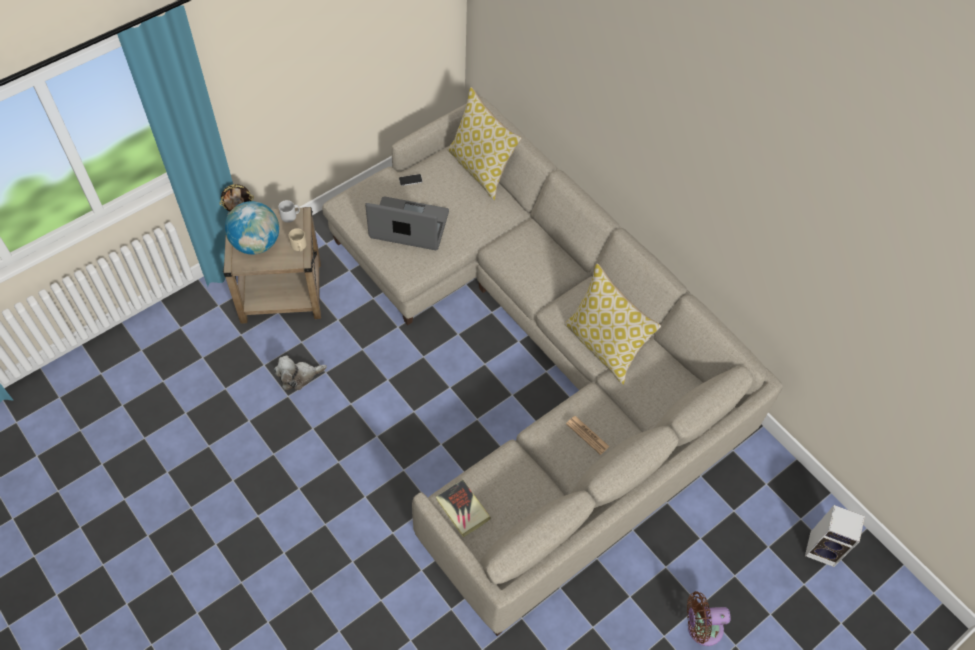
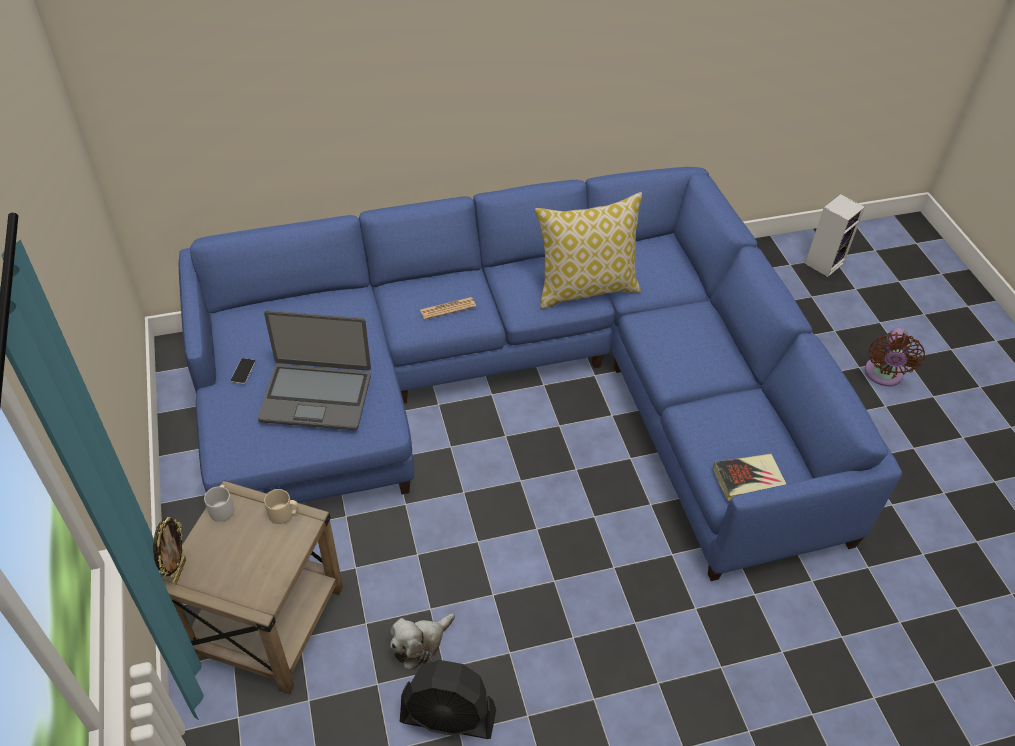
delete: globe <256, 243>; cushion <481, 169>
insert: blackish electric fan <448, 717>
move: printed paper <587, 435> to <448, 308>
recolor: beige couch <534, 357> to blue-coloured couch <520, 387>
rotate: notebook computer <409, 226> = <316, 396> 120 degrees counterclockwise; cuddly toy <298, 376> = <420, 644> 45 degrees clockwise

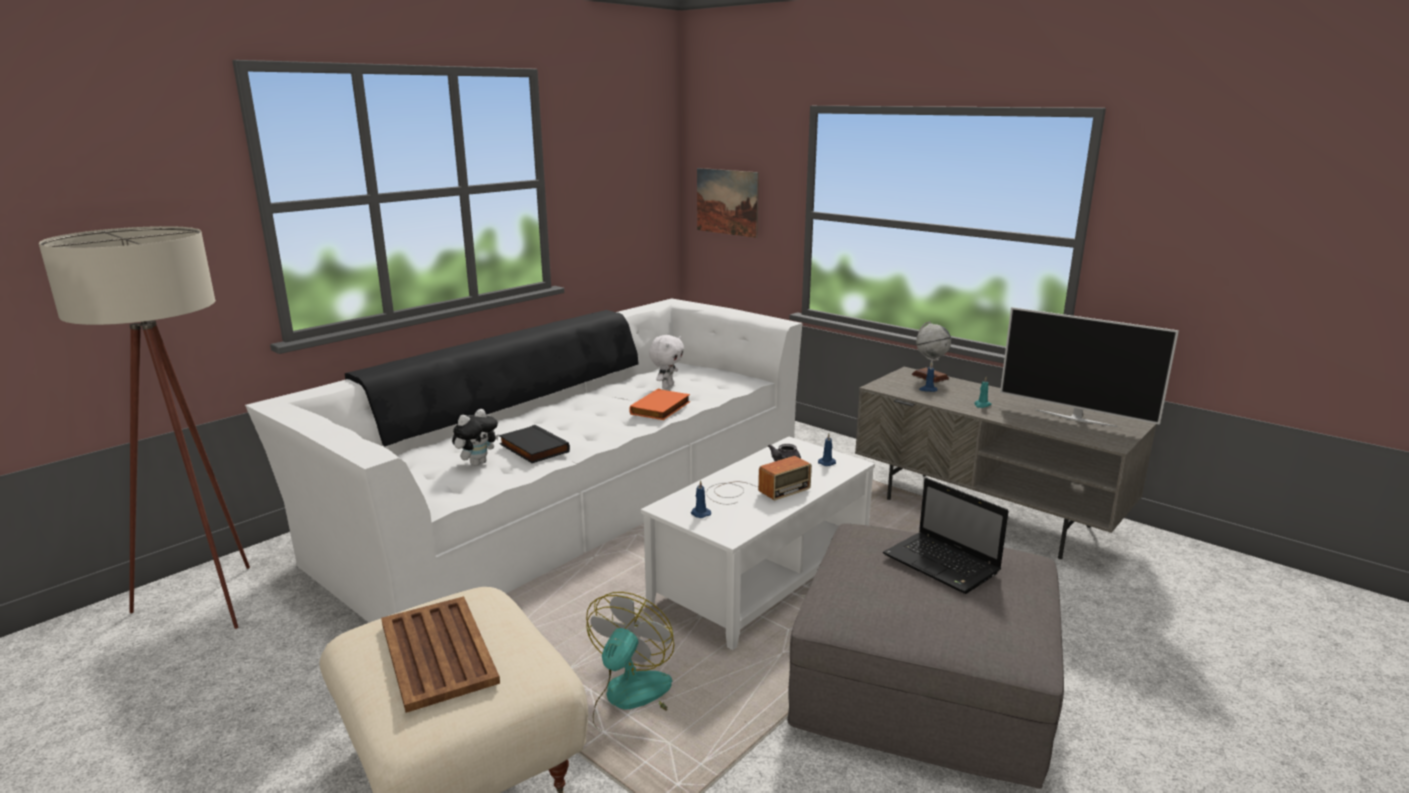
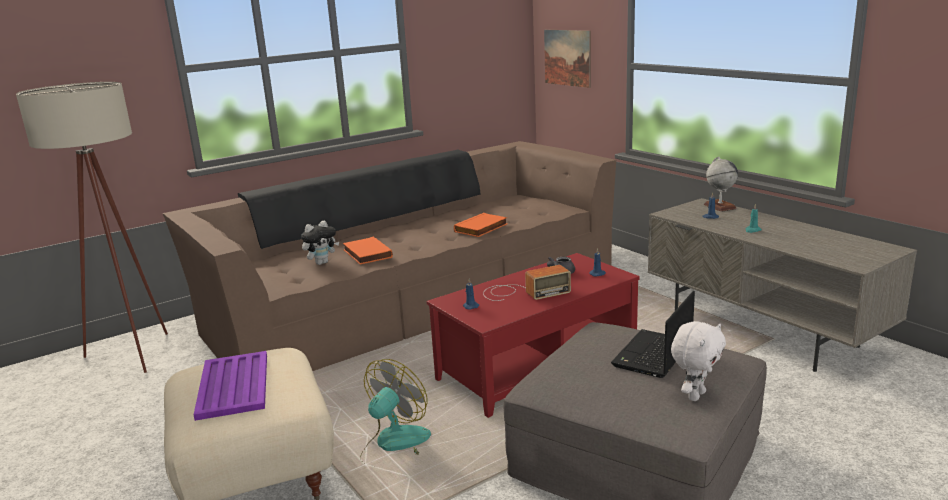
delete: TV set <1075, 418>
move: whitish cuddly toy <667, 386> to <695, 395>
recolor: whitish couch <571, 493> to brown couch <412, 296>; brown serving tray <438, 651> to purplish serving tray <234, 385>; blackish volume <532, 448> to orange volume <366, 254>; whitish lounge table <760, 576> to red lounge table <536, 366>
rotate: notebook computer <943, 564> = <653, 356> 60 degrees clockwise

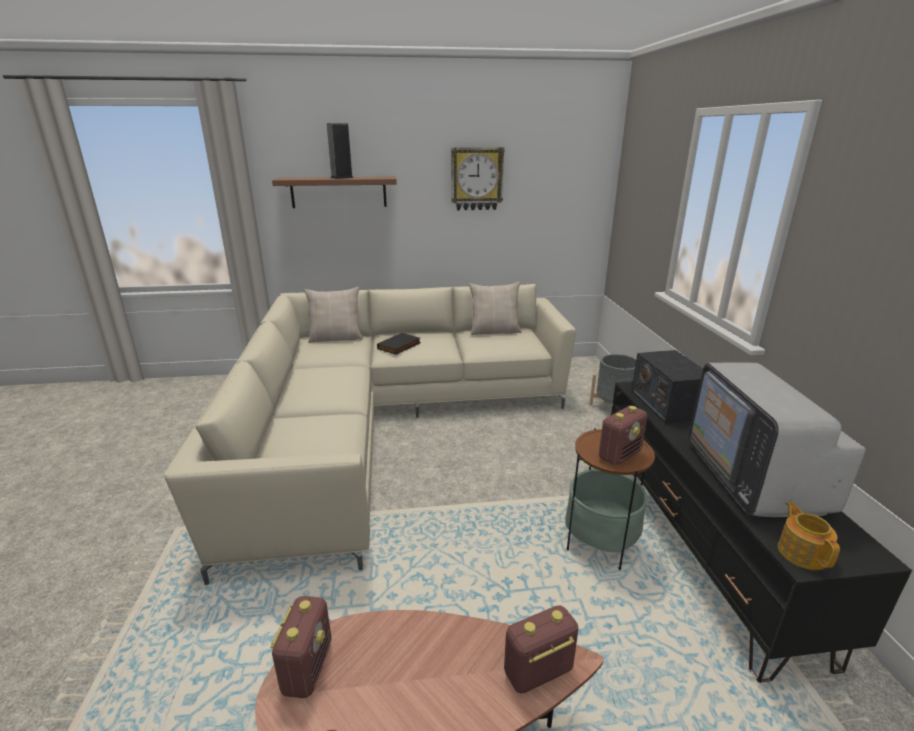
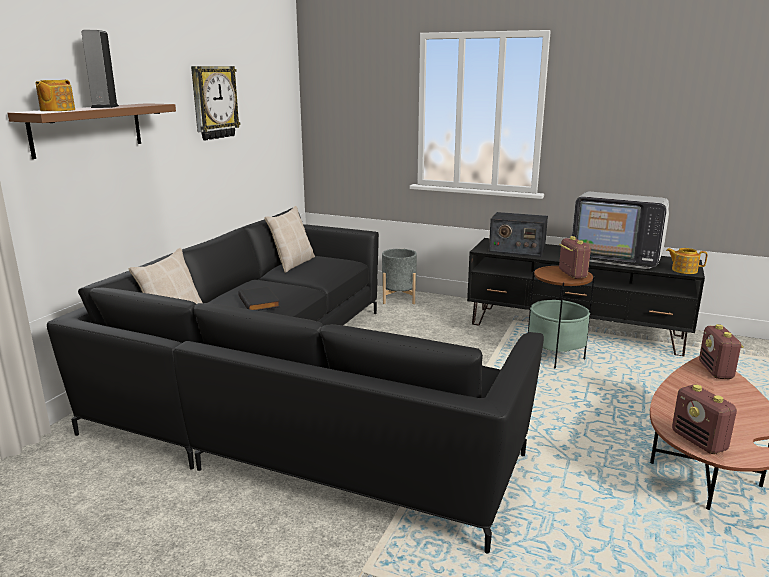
insert: pot for tea <57, 110>
recolor: beige couch <381, 424> to blackish couch <290, 395>
rotate: radio set <307, 667> = <699, 441> 150 degrees counterclockwise

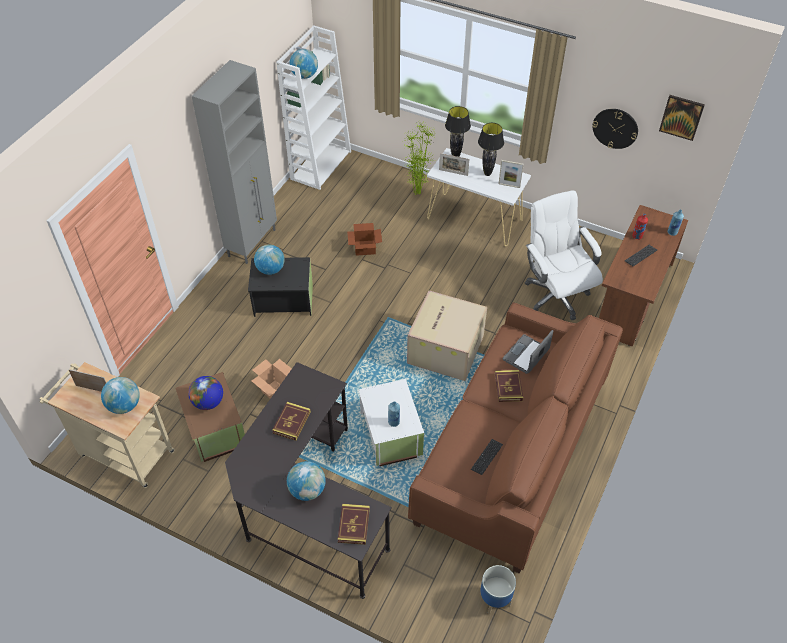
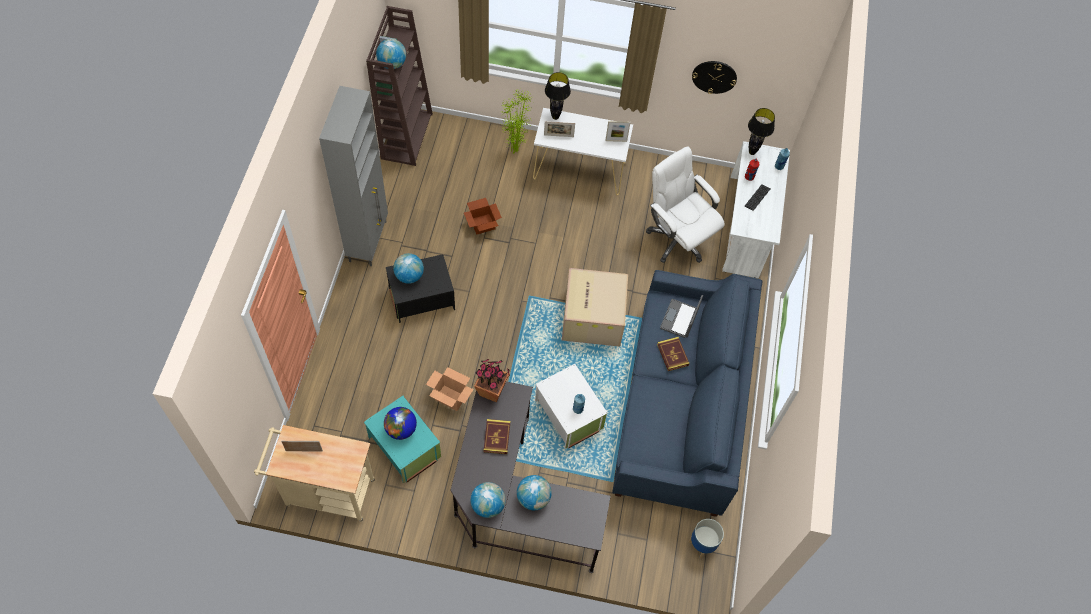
delete: volume <353, 525>; PC keyboard <486, 457>; wall picture <681, 117>
insert: potted plant <492, 391>
move: globe <124, 405> to <488, 505>; blackish tabletop lamp <487, 173> to <752, 152>
recolor: brown storage bin <214, 429> to blue-green storage bin <404, 448>; whitish shelving unit <320, 164> to brown shelving unit <406, 135>; brown couch <511, 452> to blue-coloured couch <680, 407>; brown desk <632, 298> to whitish desk <746, 227>

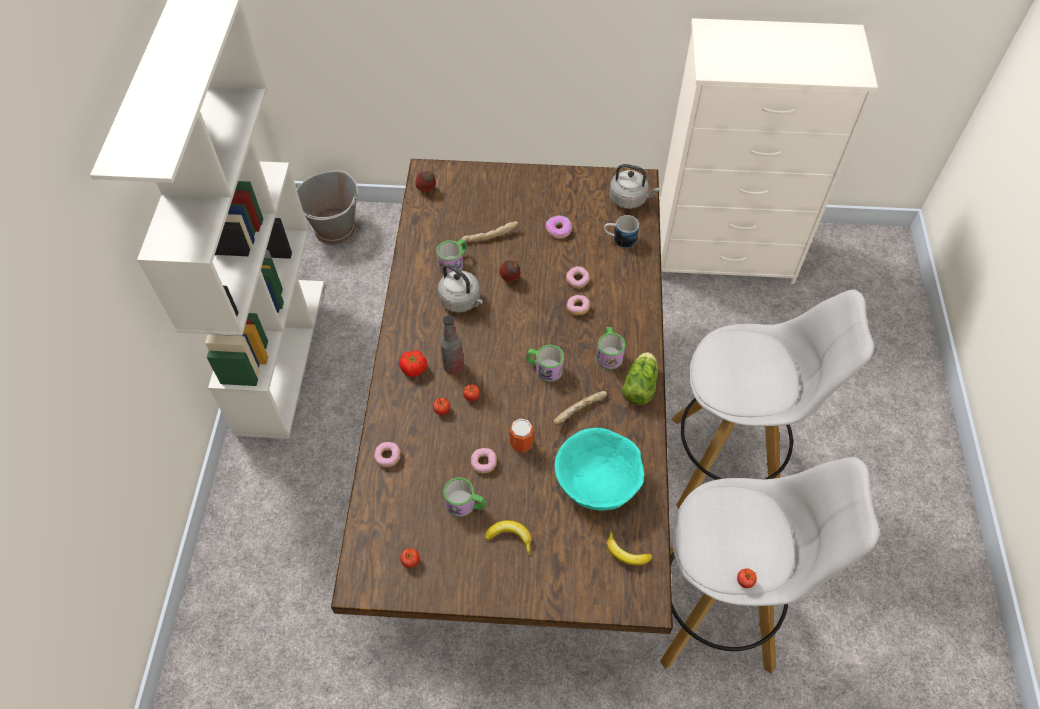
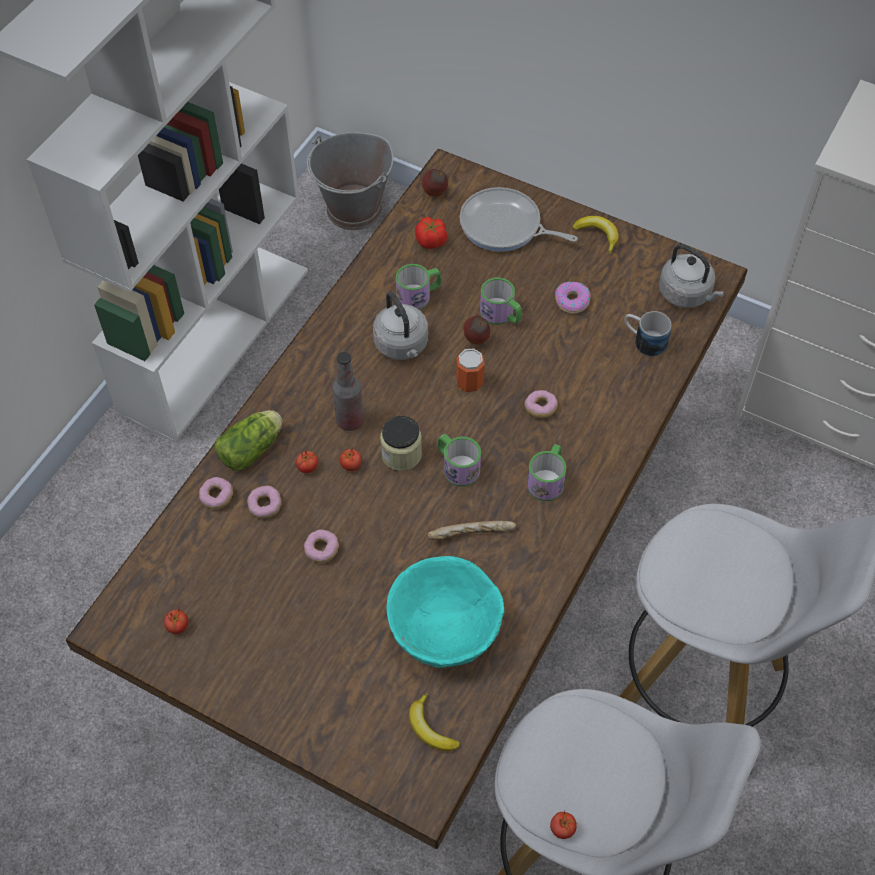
delete: bakery bread <490, 235>
insert: jar <401, 454>; skillet <504, 226>
move: head of lettuce <640, 384> to <253, 448>; ring doughnut <577, 281> to <265, 506>; fresh tomato <414, 369> to <431, 241>; sealed can <521, 443> to <469, 383>; coffee mug <465, 505> to <501, 315>; banana <510, 537> to <598, 235>

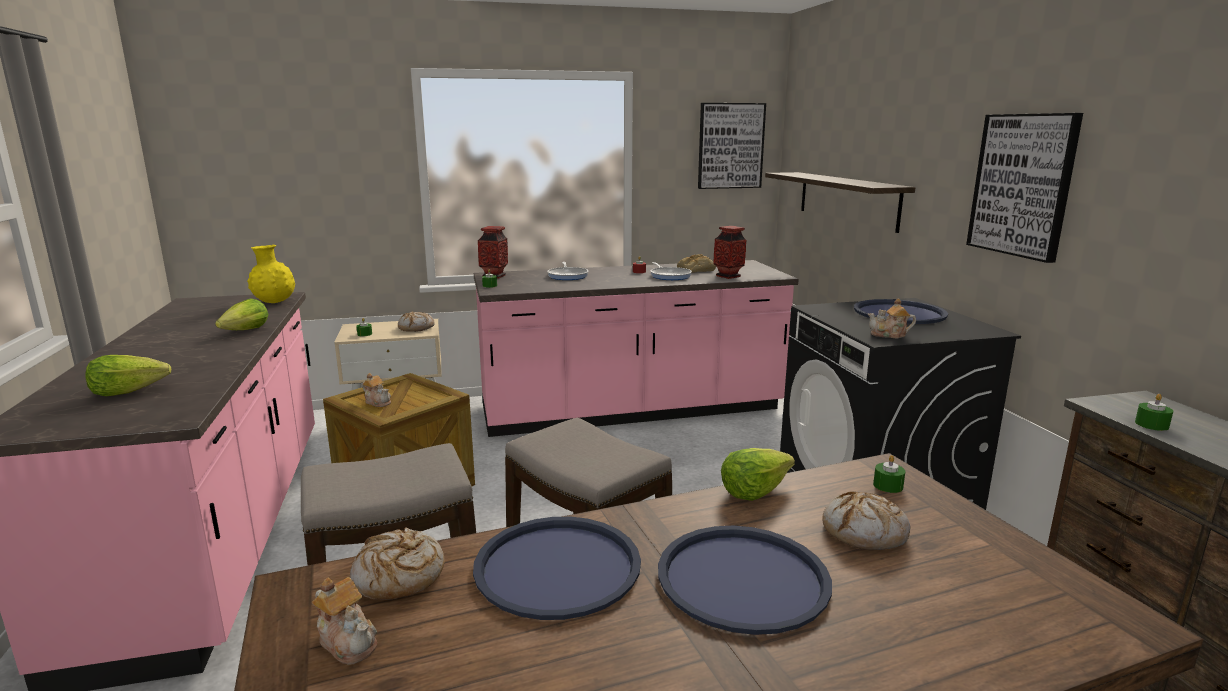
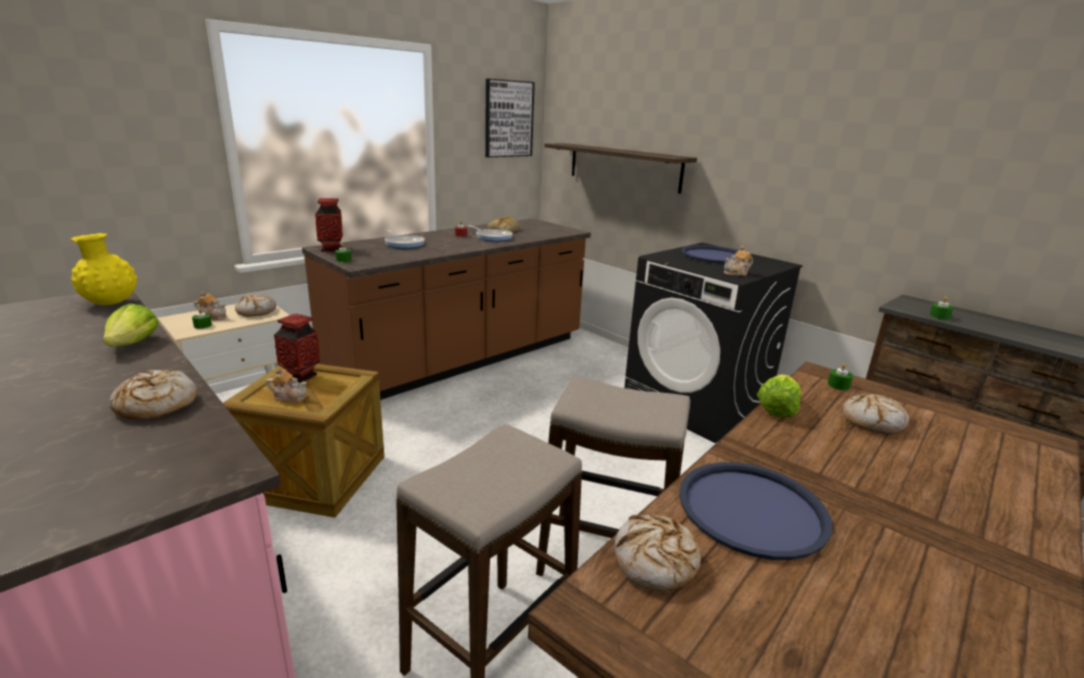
delete: head of lettuce <129, 391>; blue-coloured serving tray <742, 579>; wall picture <1022, 185>
insert: bakery bread <156, 405>
move: pot for tea <348, 641> to <213, 317>; vase <728, 276> to <301, 376>
recolor: pinkish kitchen base unit <631, 410> to brown kitchen base unit <461, 359>

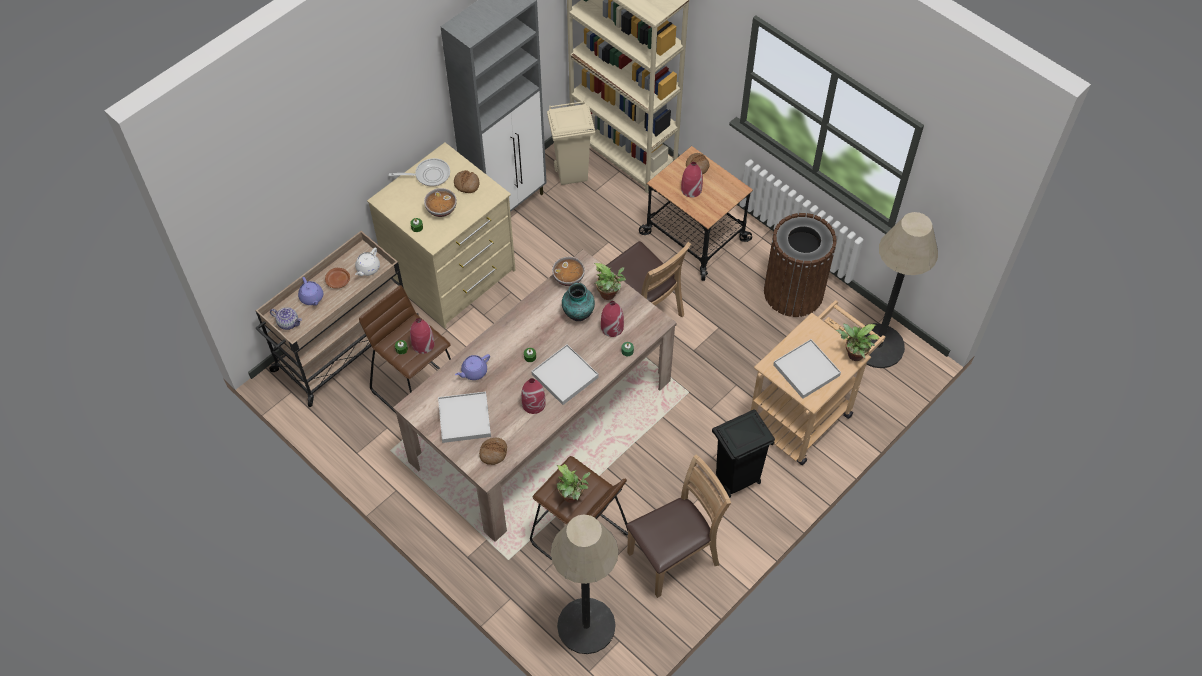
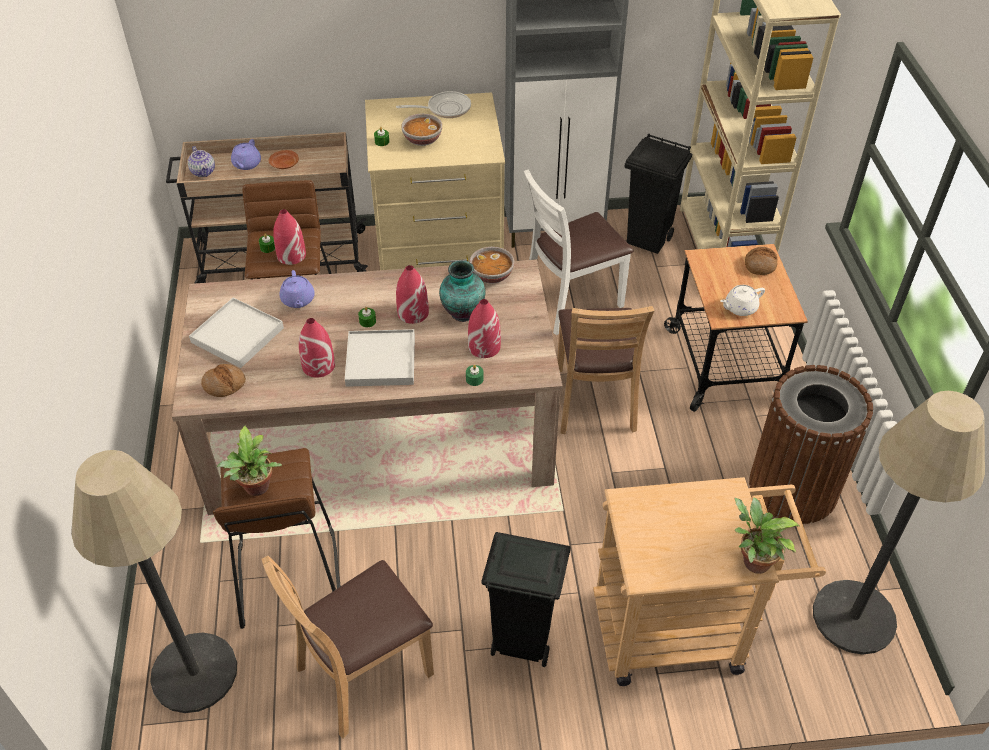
delete: bakery bread <466, 184>; potted plant <609, 295>; whitish serving tray <806, 370>
insert: whitish upright chair <571, 301>
move: red vase <691, 189> to <412, 312>; whitish pot for tea <368, 268> to <739, 308>
recolor: beige rubbish bin <572, 173> to blackish rubbish bin <648, 240>
rotate: brown upright chair <673, 557> = <363, 673> 135 degrees clockwise; purplish pot for tea <473, 372> = <298, 300> 105 degrees counterclockwise; skillet <429, 175> = <445, 109> 45 degrees counterclockwise

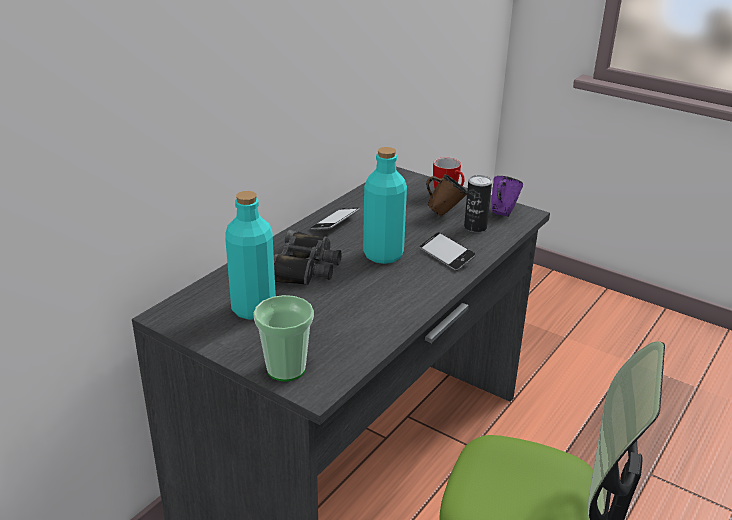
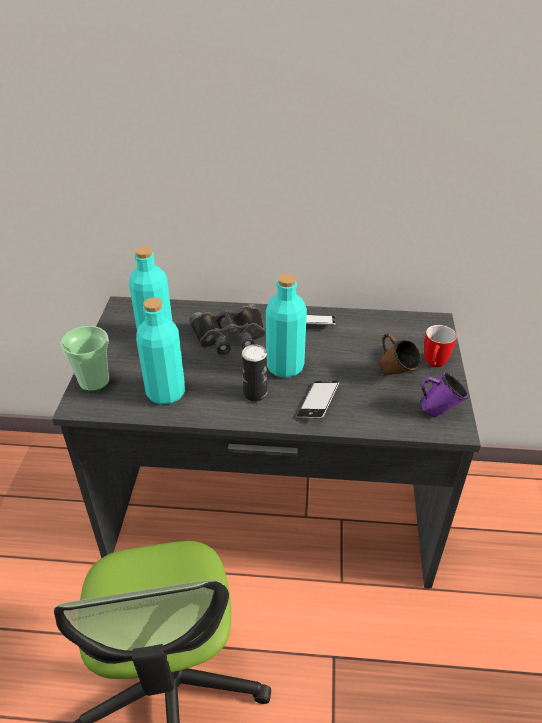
insert: blue-green beverage bottle <166, 393>
move: sealed can <475, 227> to <255, 394>

